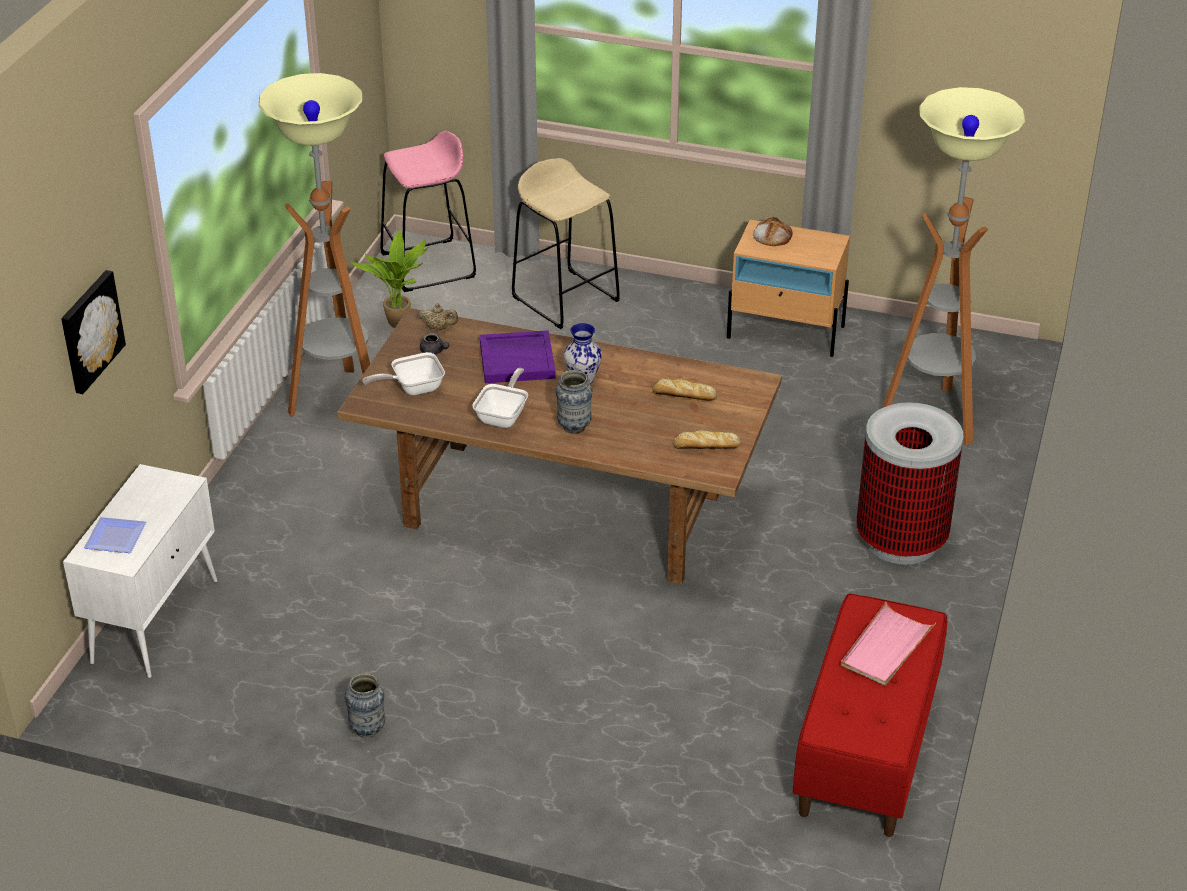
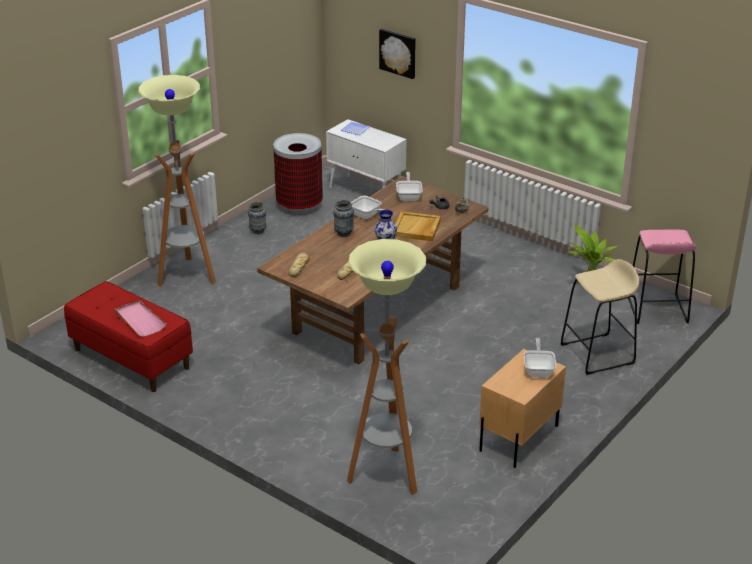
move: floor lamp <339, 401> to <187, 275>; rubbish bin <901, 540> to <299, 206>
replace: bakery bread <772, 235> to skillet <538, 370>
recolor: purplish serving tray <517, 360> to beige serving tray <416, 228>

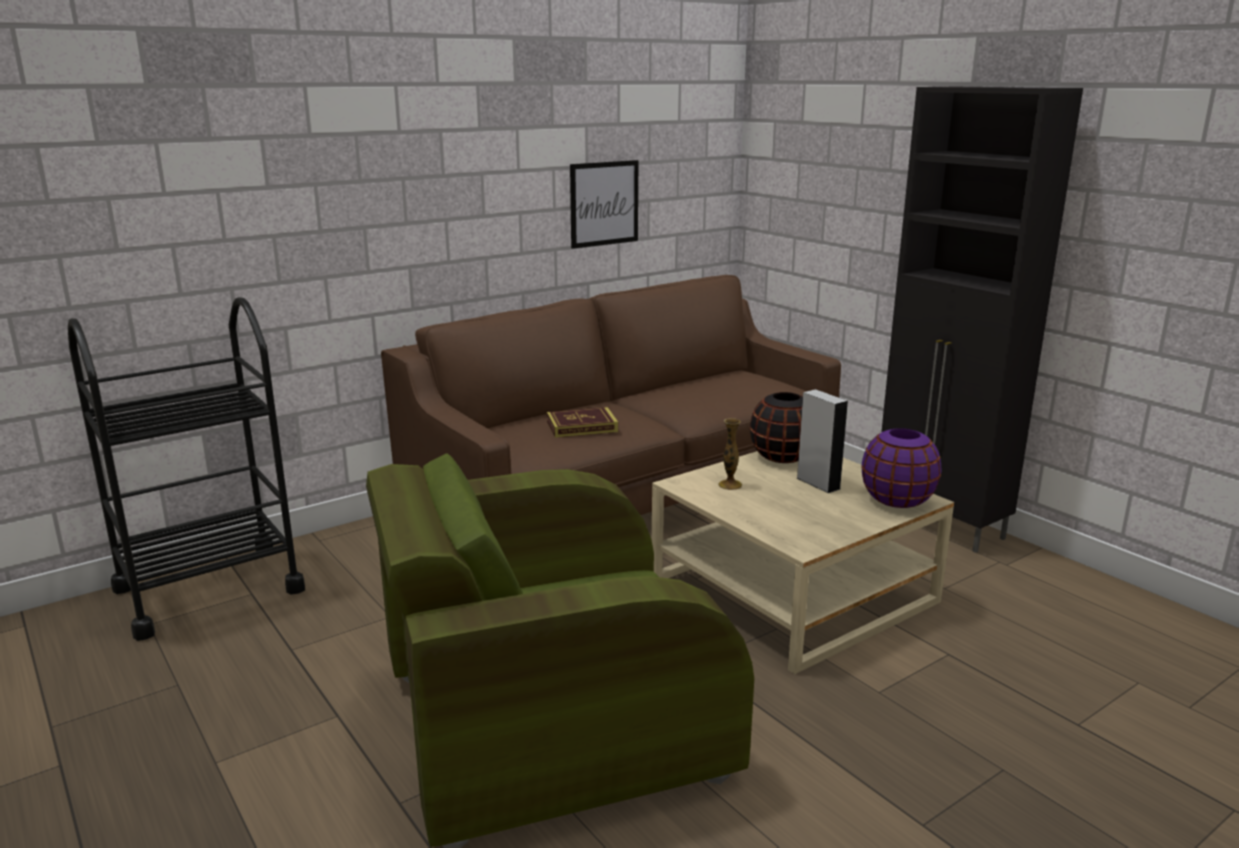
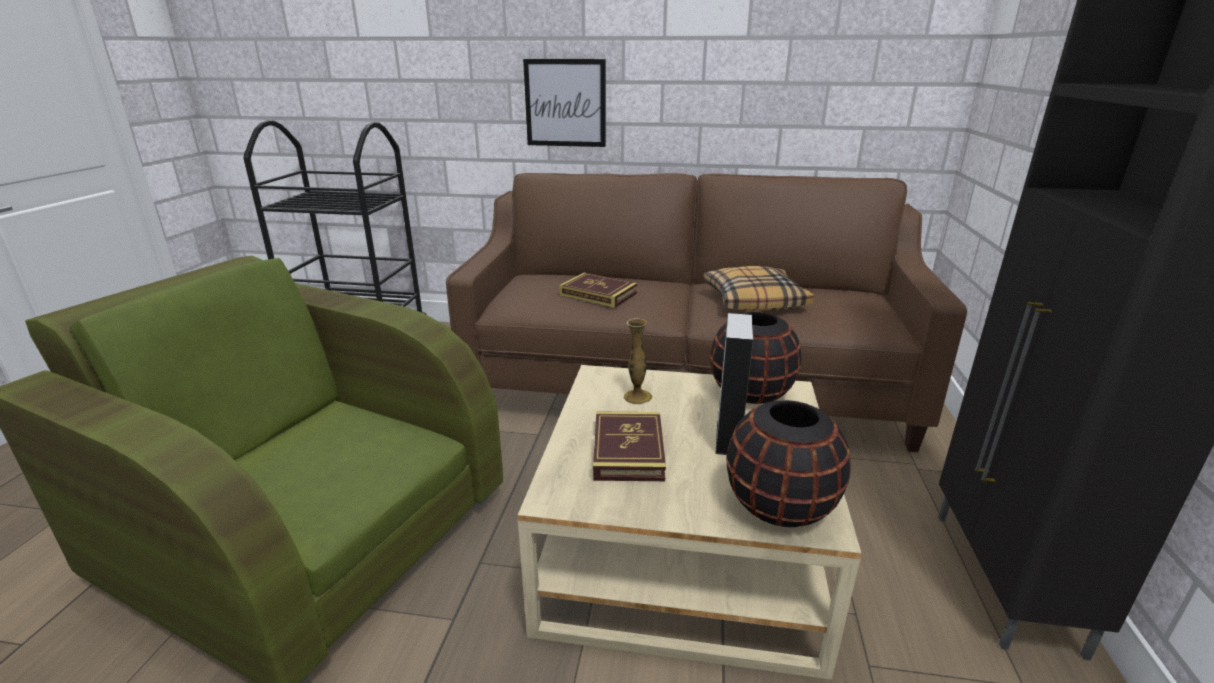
insert: volume <628, 450>; cushion <754, 300>
move: wall picture <604, 203> to <565, 103>
recolor: purplish vase <897, 500> to blackish vase <780, 506>

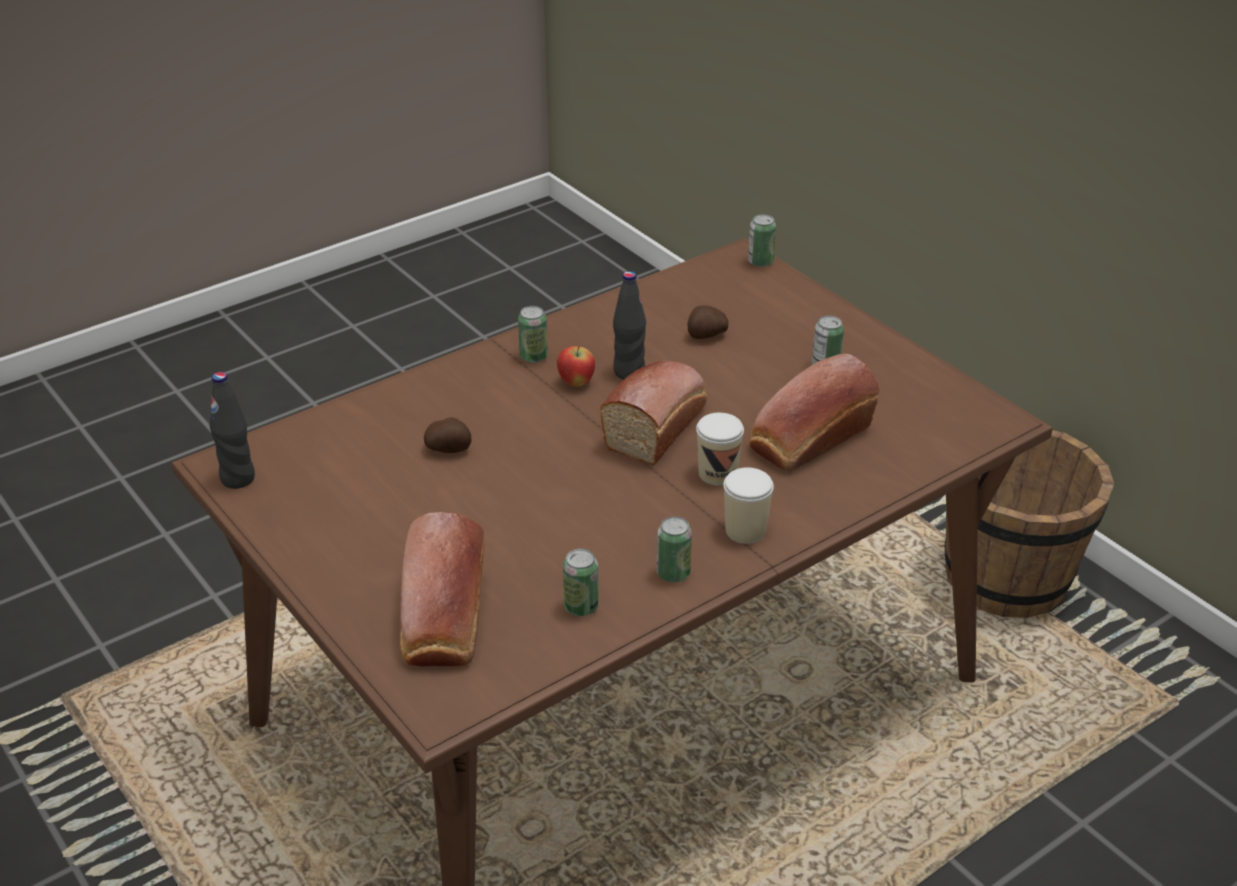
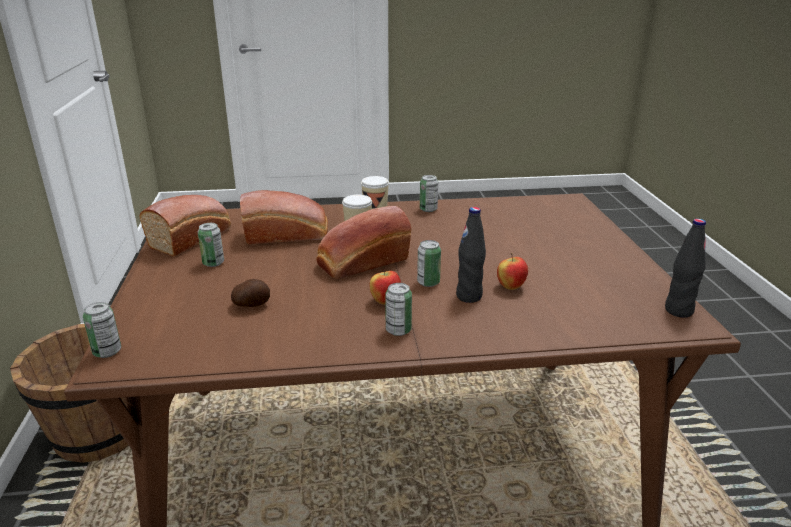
move: bakery bread <443, 621> to <192, 238>; sealed can <581, 607> to <428, 282>; blackish beverage bottle <629, 372> to <469, 296>
replace: potato <449, 449> to apple fruit <511, 287>

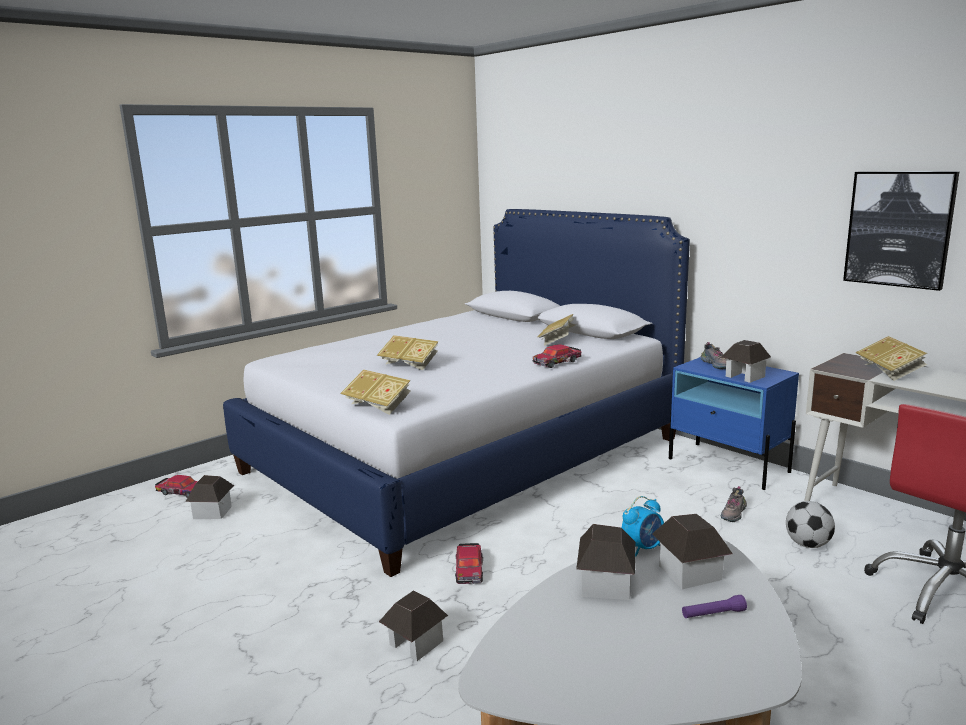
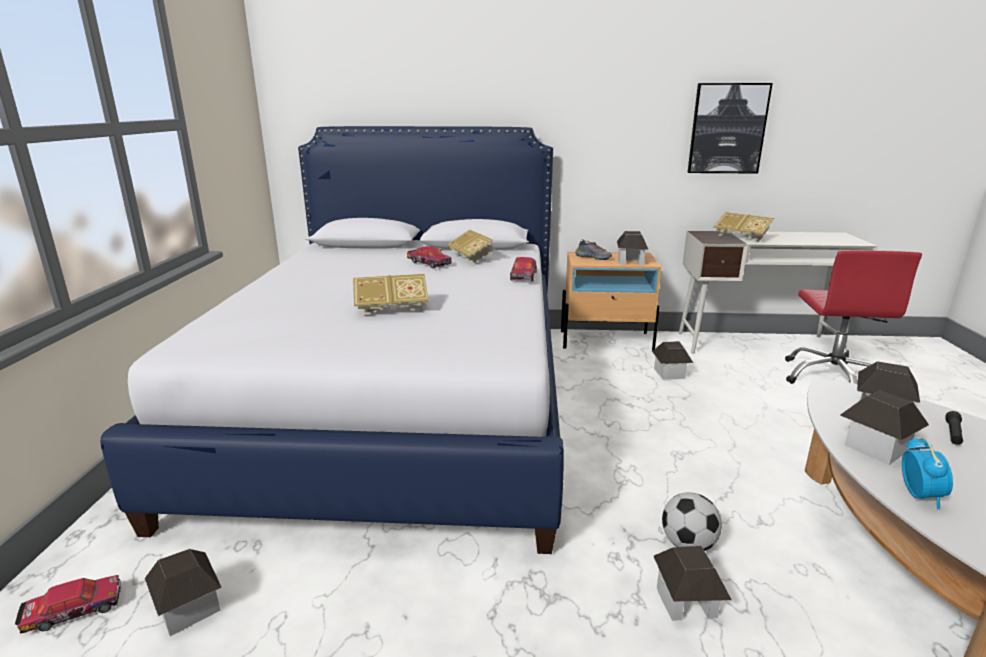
delete: volume <378, 406>
move: toy car <469, 569> to <429, 263>; football <808, 545> to <688, 545>; table clock <643, 548> to <919, 495>
replace: low shoe <734, 514> to miniature house <670, 373>
recolor: blue-coloured bedside table <728, 465> to beige bedside table <606, 340>; purplish flashlight <713, 614> to blackish flashlight <953, 433>

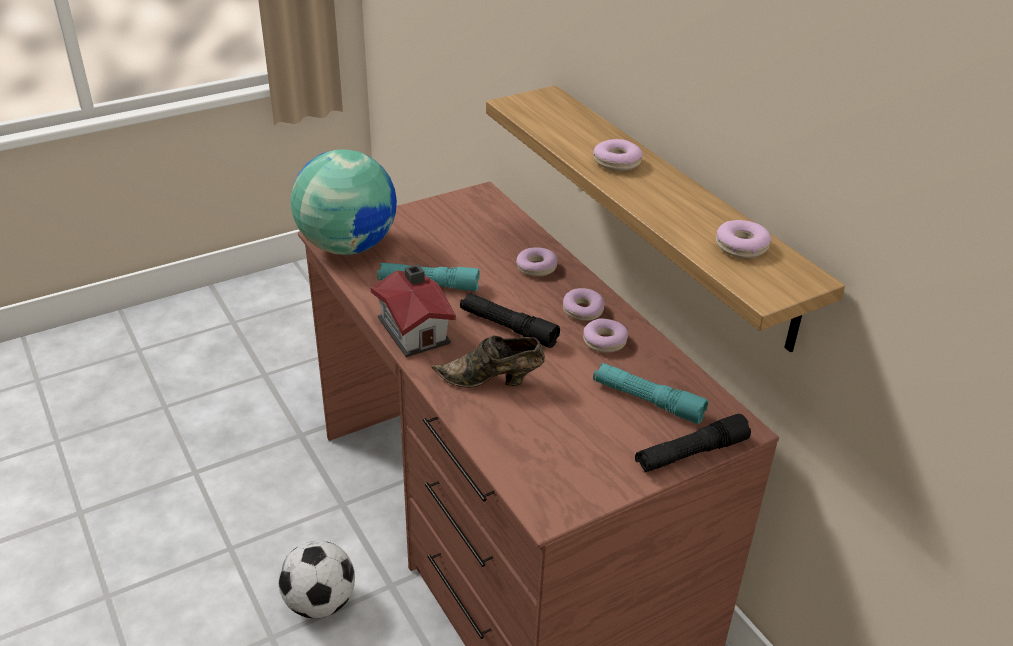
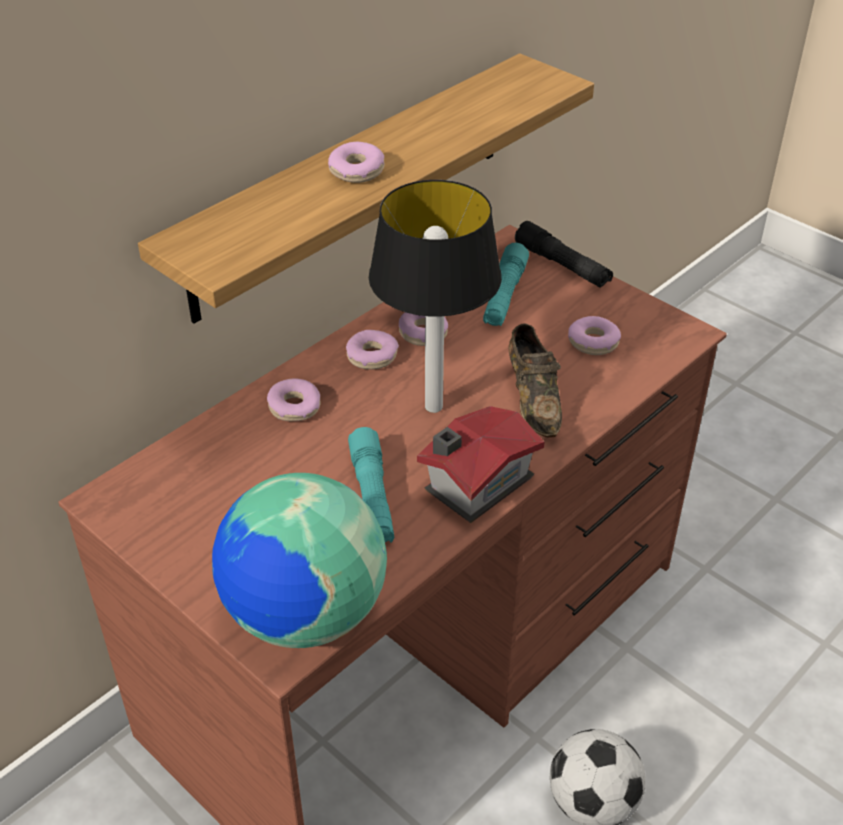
move: ring doughnut <741, 246> to <593, 342>
replace: blackish flashlight <508, 327> to tabletop lamp <432, 407>

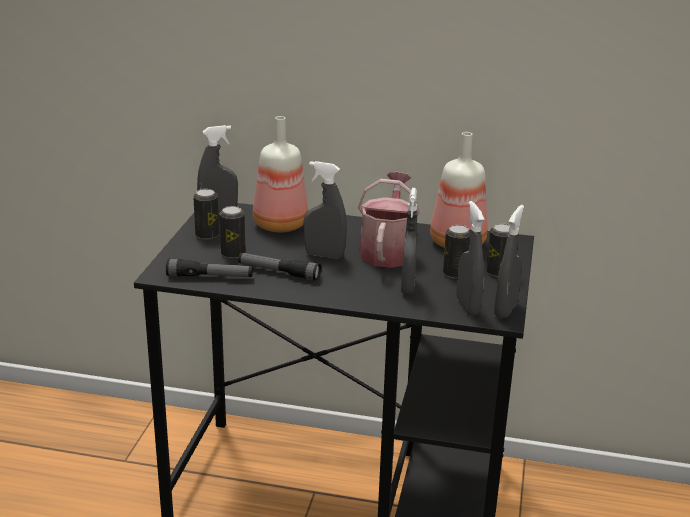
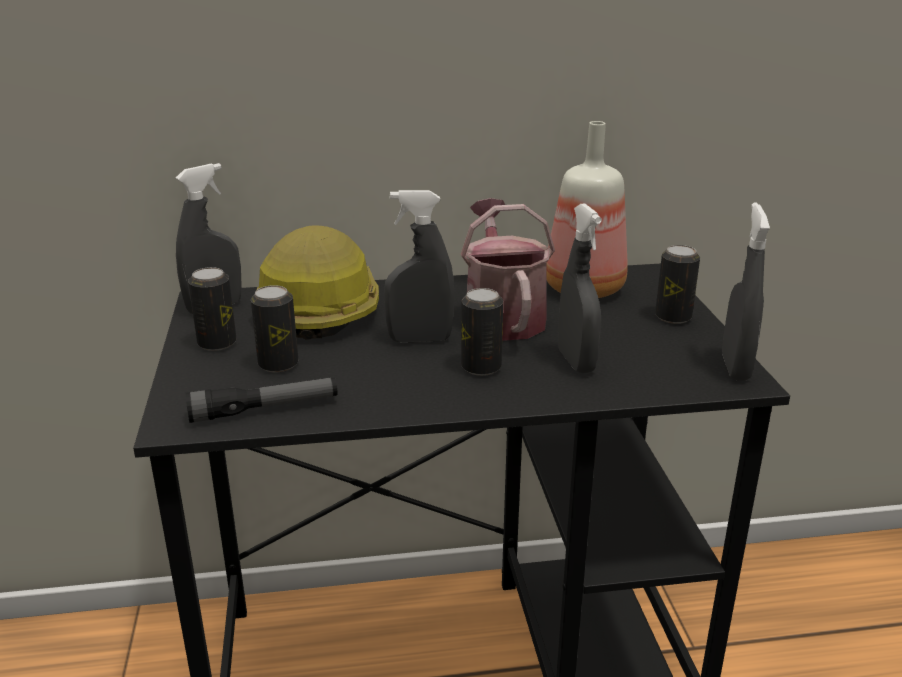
delete: flashlight <278, 272>; gray spray bottle <467, 306>
move: sealed can <455, 273> to <481, 367>
replace: beverage bottle <278, 225> to hard hat <319, 309>

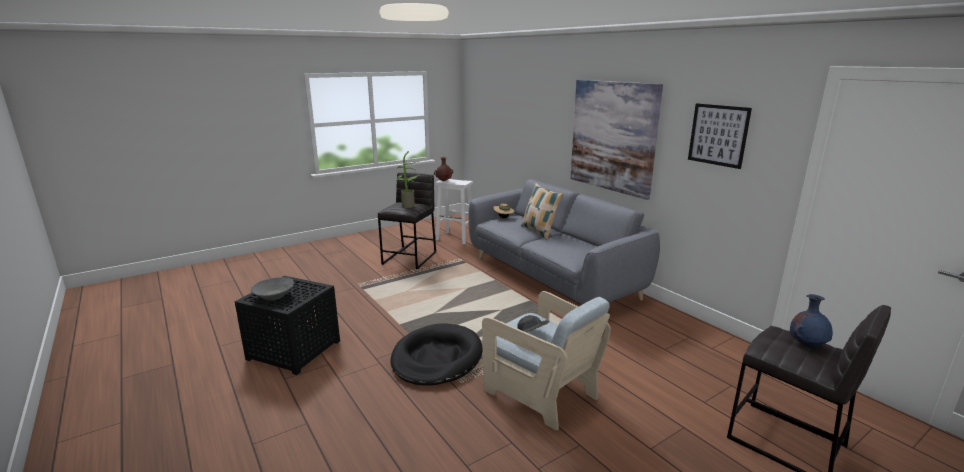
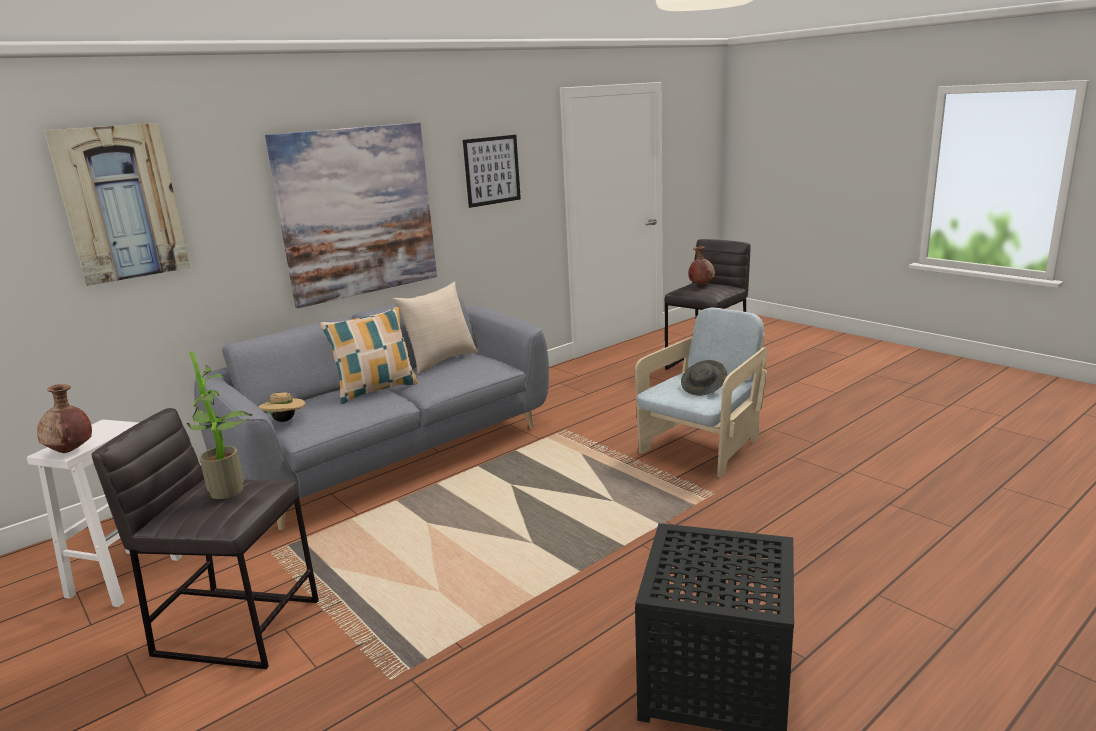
delete: gray bowl <274, 296>; blackish dog cushion <437, 358>
insert: wall picture <121, 203>; beige cushion <440, 360>
recolor: blue-coloured vase <807, 345> to brown vase <701, 285>

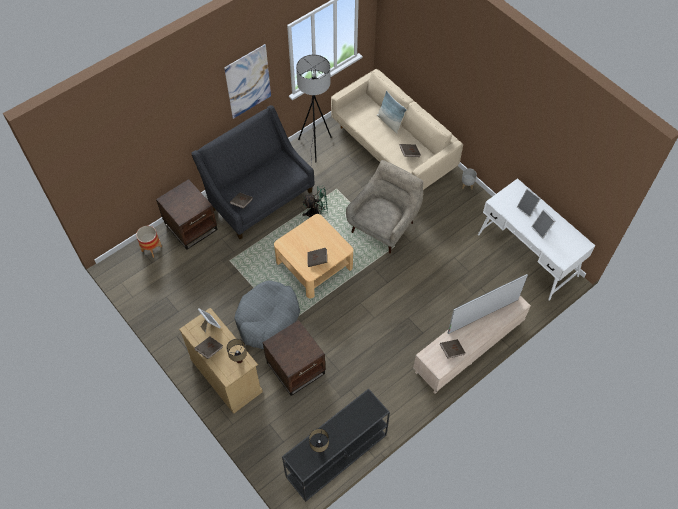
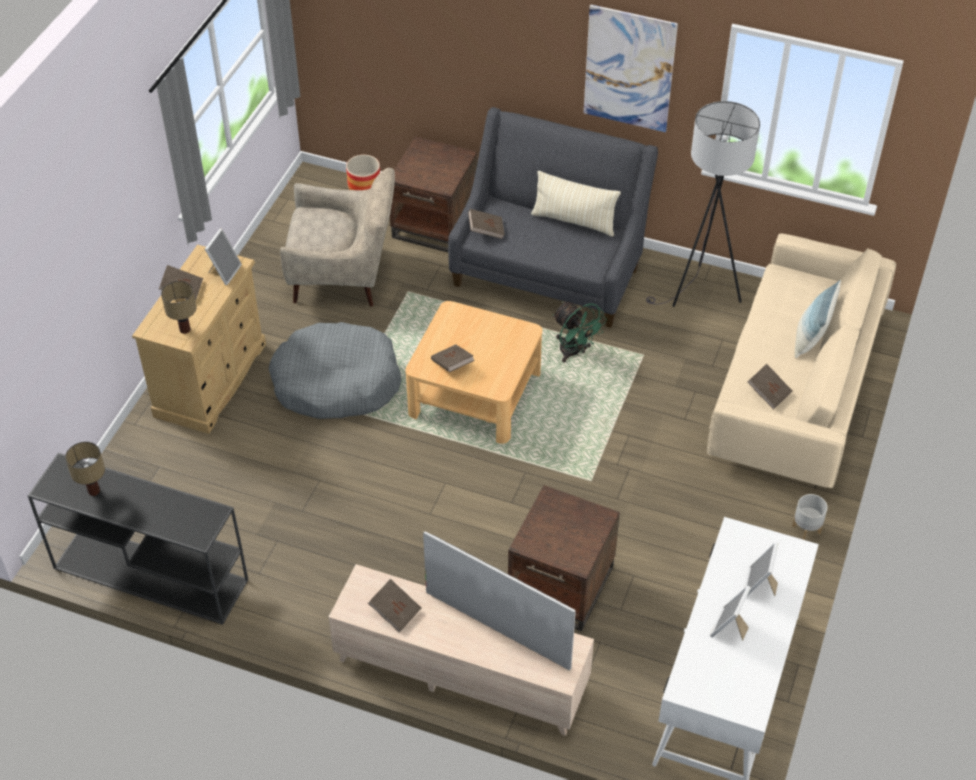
insert: beige cushion <574, 221>
move: beige armchair <384, 225> to <344, 276>; brown accent table <296, 368> to <562, 585>

